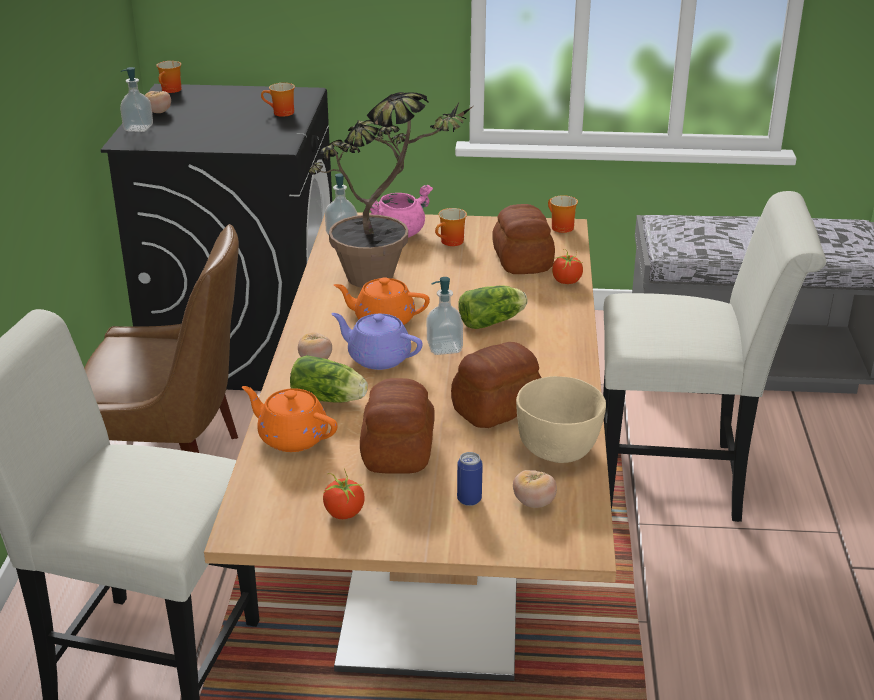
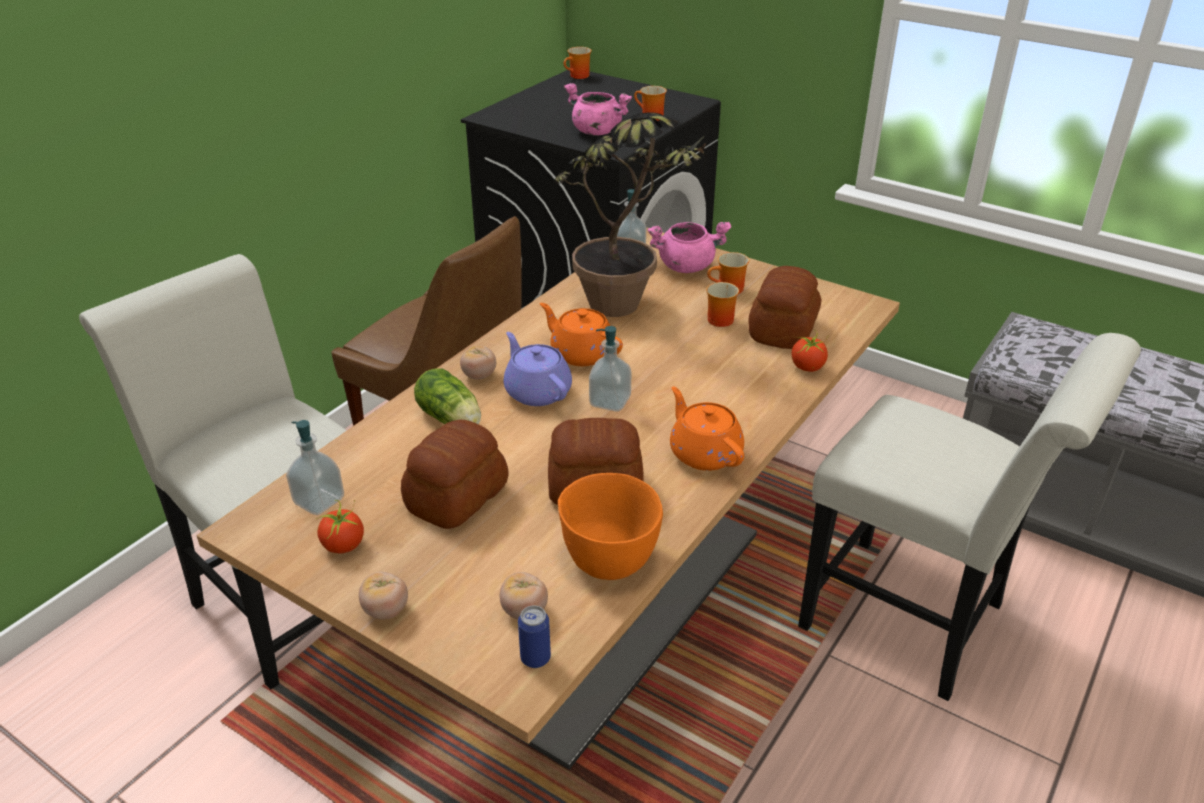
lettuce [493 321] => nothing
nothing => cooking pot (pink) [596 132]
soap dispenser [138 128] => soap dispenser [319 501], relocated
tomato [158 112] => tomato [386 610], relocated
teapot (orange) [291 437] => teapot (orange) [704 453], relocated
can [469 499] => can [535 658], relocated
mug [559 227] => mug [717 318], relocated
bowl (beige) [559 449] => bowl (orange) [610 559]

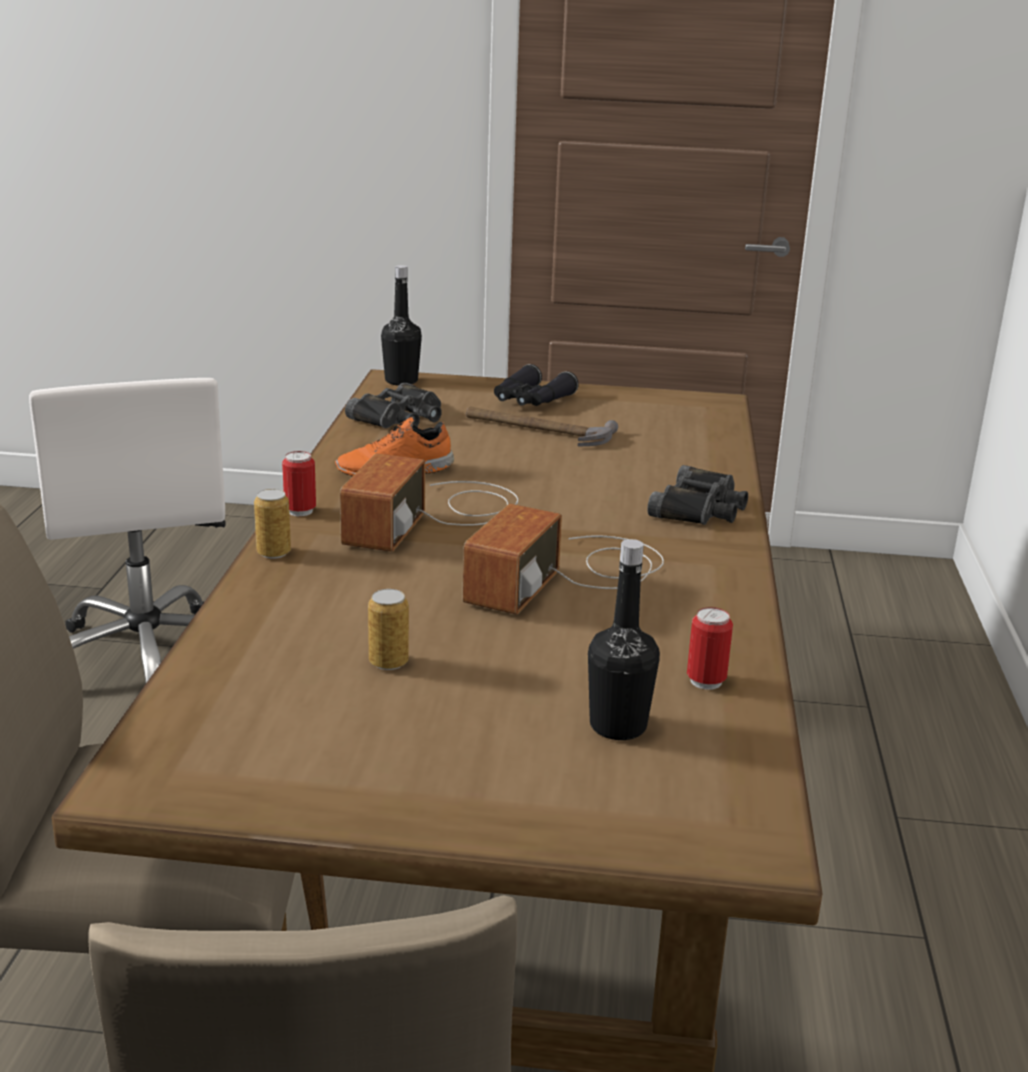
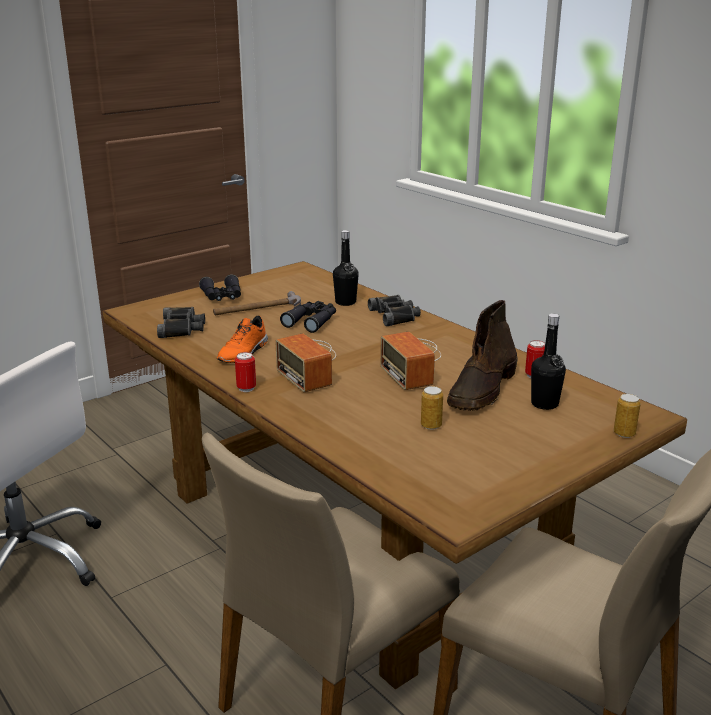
nothing => binoculars (black) [312 321]
nothing => boot (brown) [482 390]
can [273 553] => can [624 433], relocated
bottle (black) [401 381] => bottle (black) [345 302], relocated

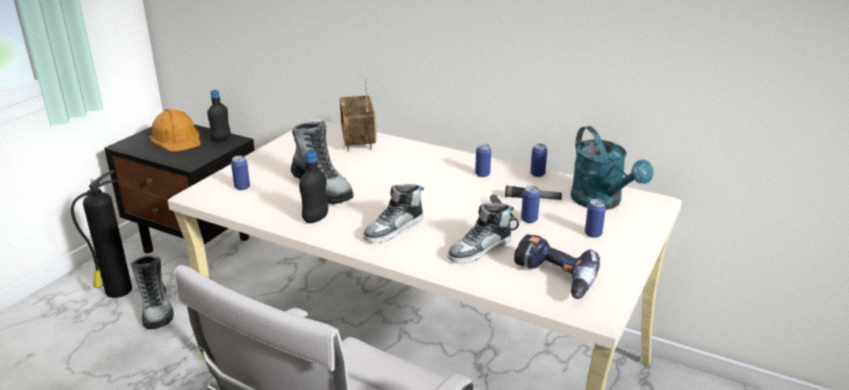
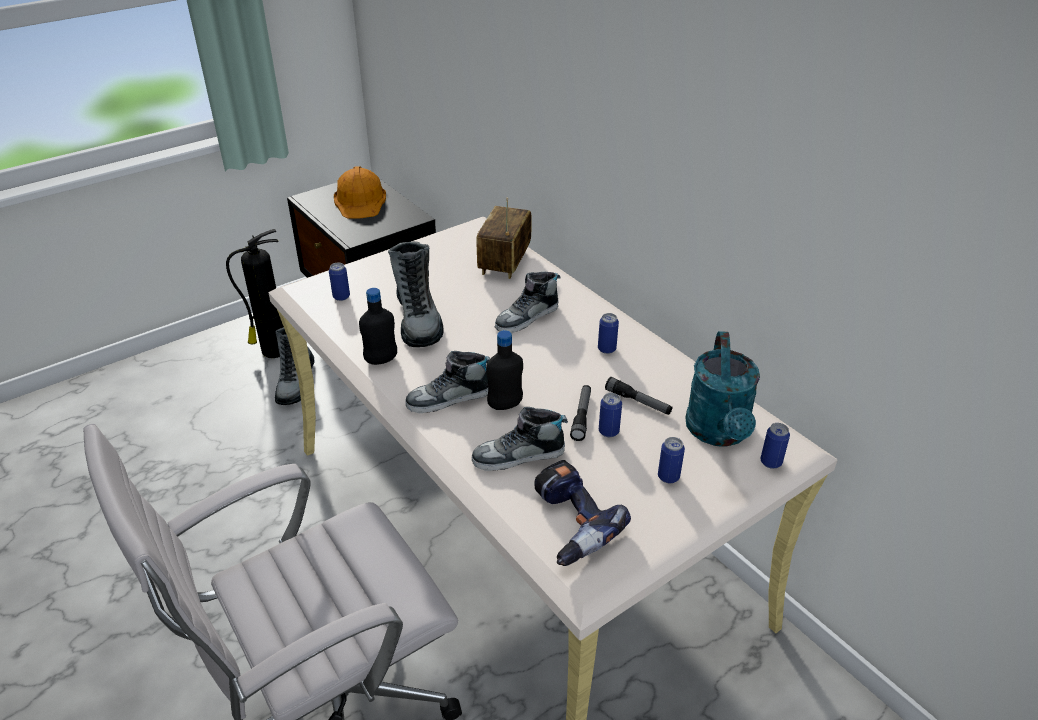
nothing => shoe [527 317]
bottle (black) [221 139] => bottle (black) [505 405], relocated
can [537 174] => can [771 462], relocated

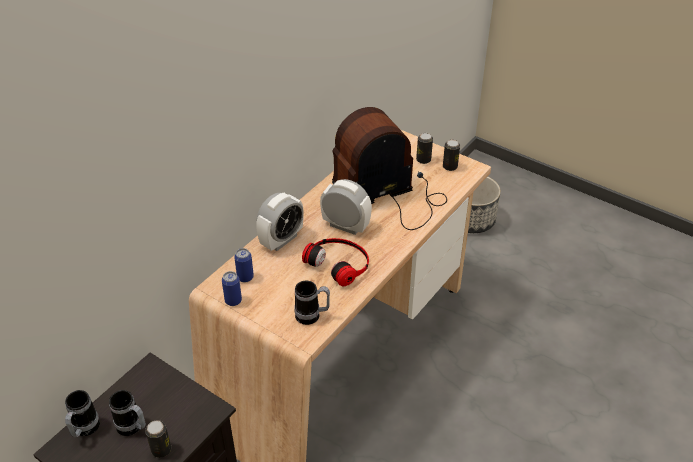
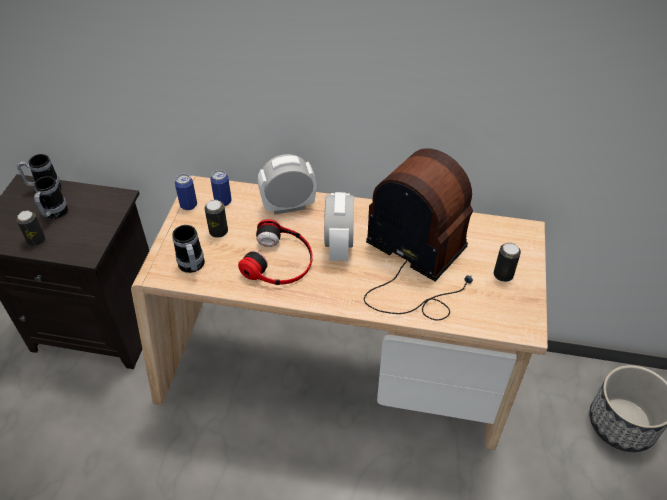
can [450 167] => can [218 231], relocated
alarm clock [281 240] => alarm clock [288 206], 150 degrees clockwise

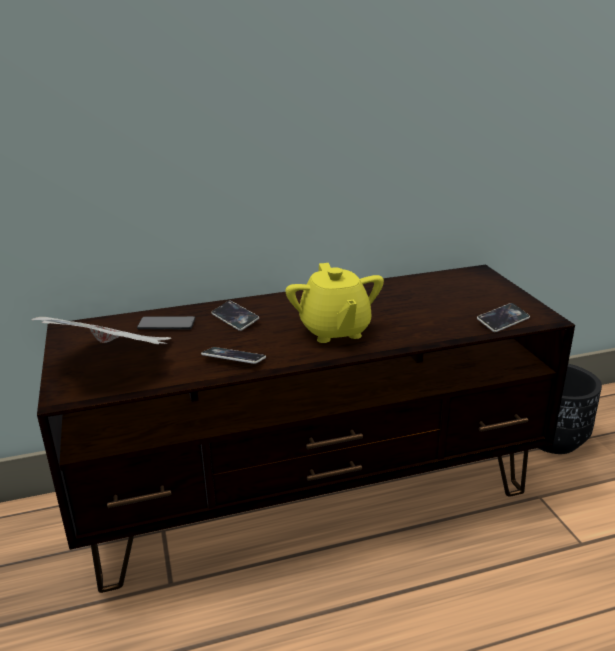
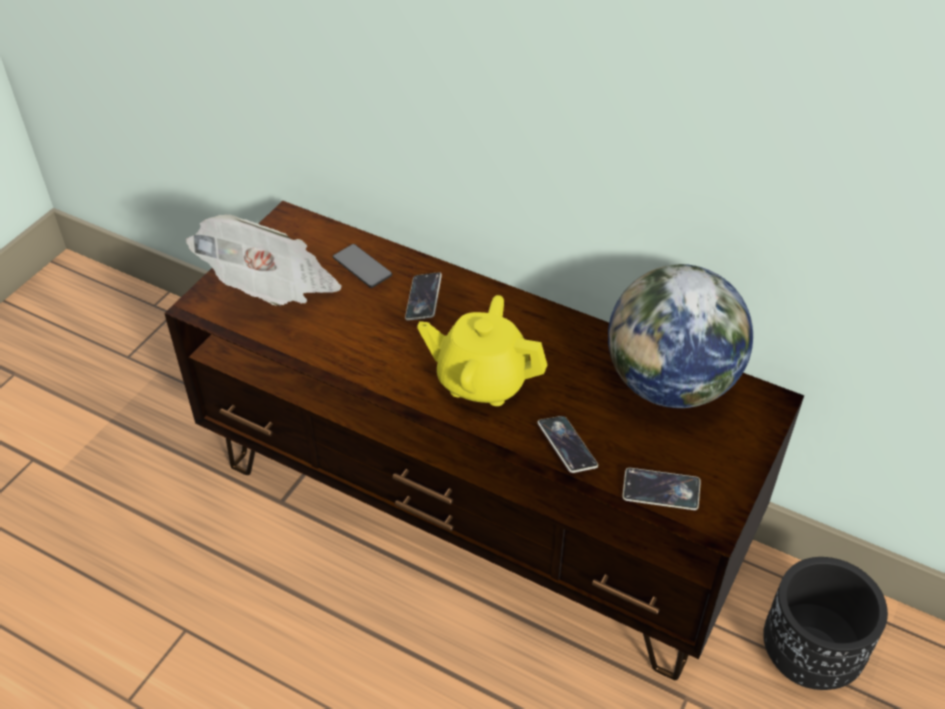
nothing => globe [670 385]
phone [234 359] => phone [567 447], relocated
teapot (yellow) [334 330] => teapot (yellow) [482 380], 75 degrees clockwise

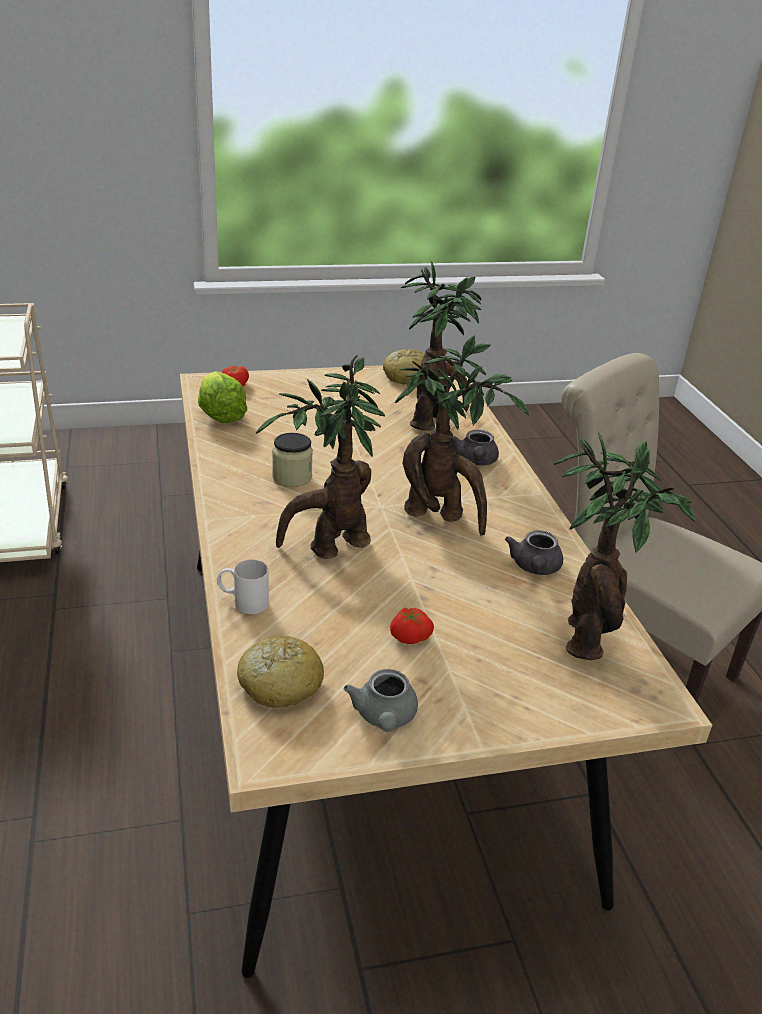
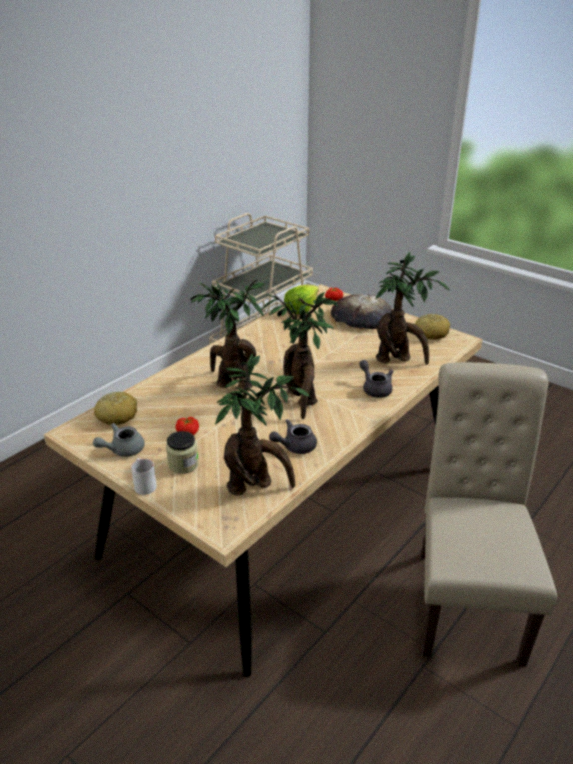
nothing => bread [361 317]
mug (white) [243 602] => mug (white) [144 483], relocated
jar [292 477] => jar [183 464], relocated
teapot (grey) [475 461] => teapot (grey) [375 389], 90 degrees clockwise

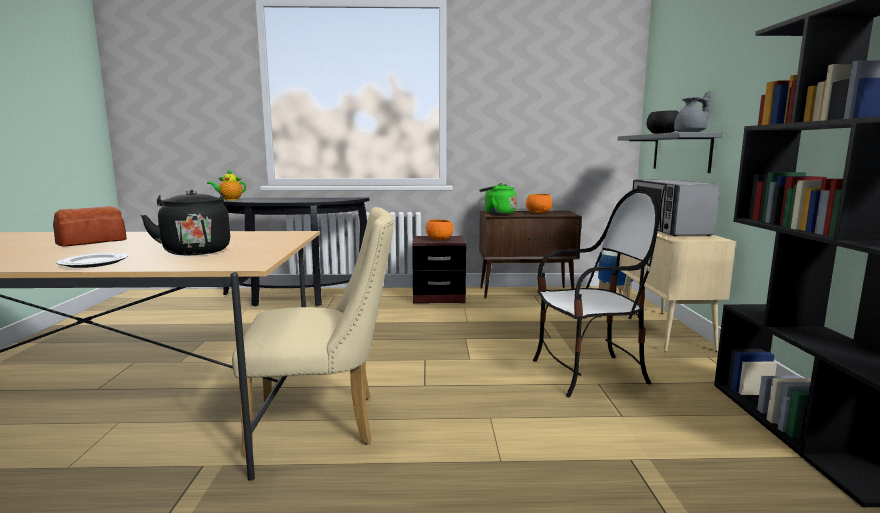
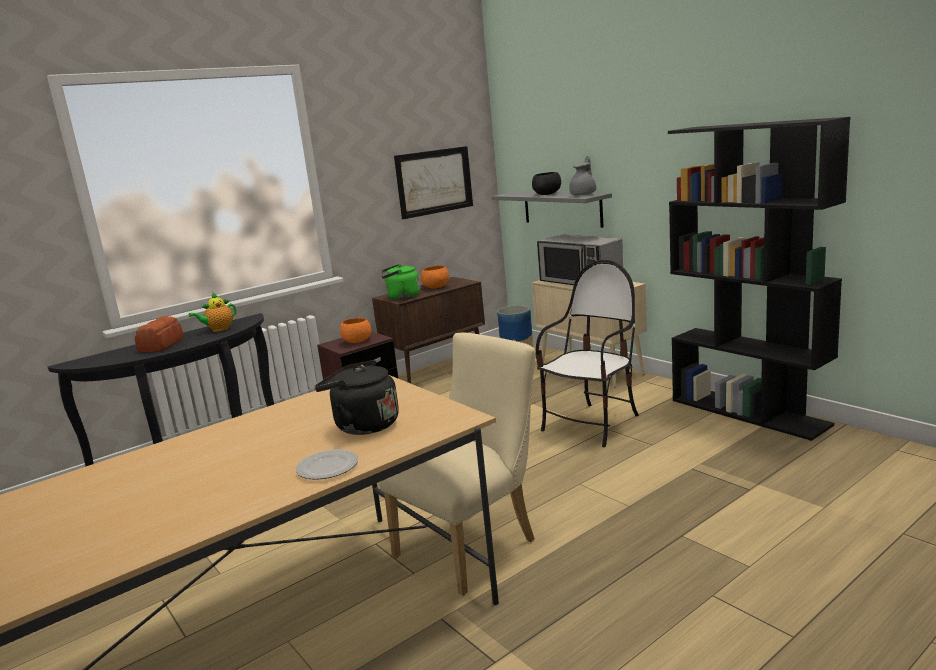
nothing => picture [434 181]
bread [93 241] => bread [162 345], relocated
teapot [229 199] => teapot [218 329], relocated

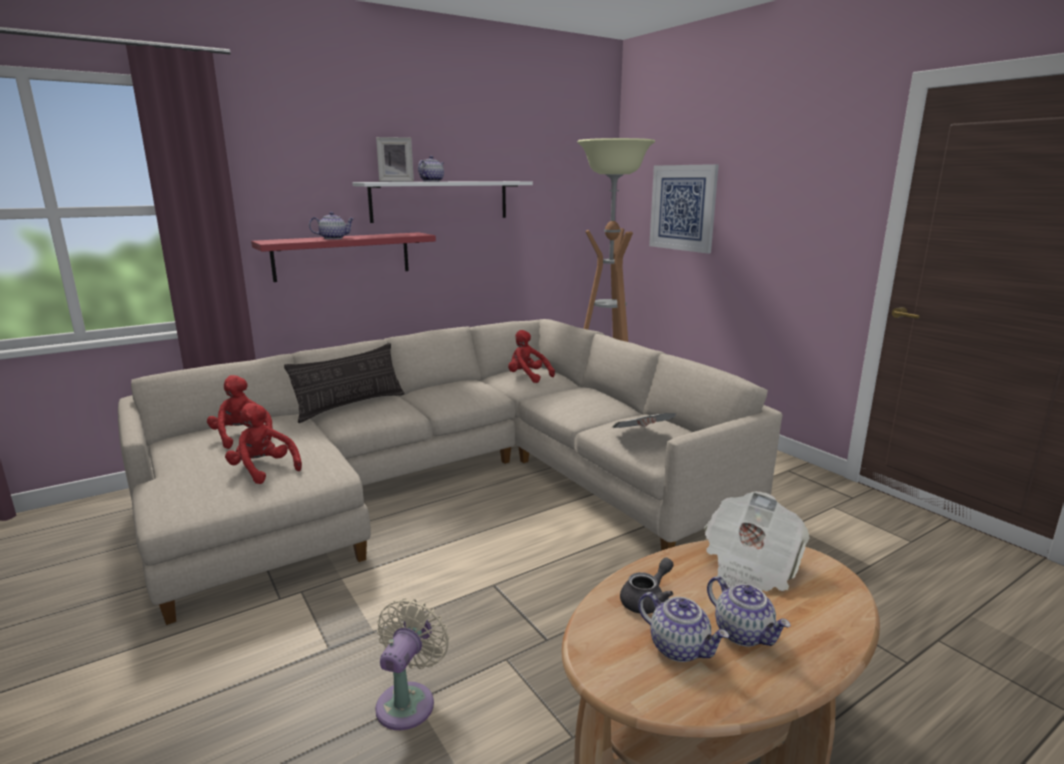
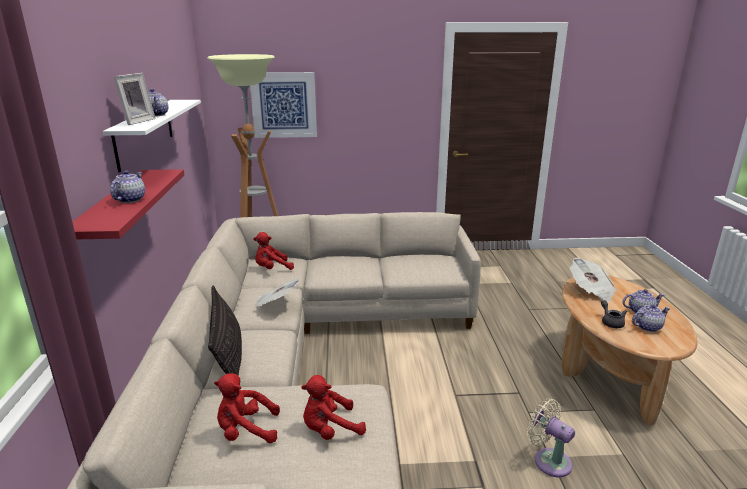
newspaper [642 437] => newspaper [276 304], relocated

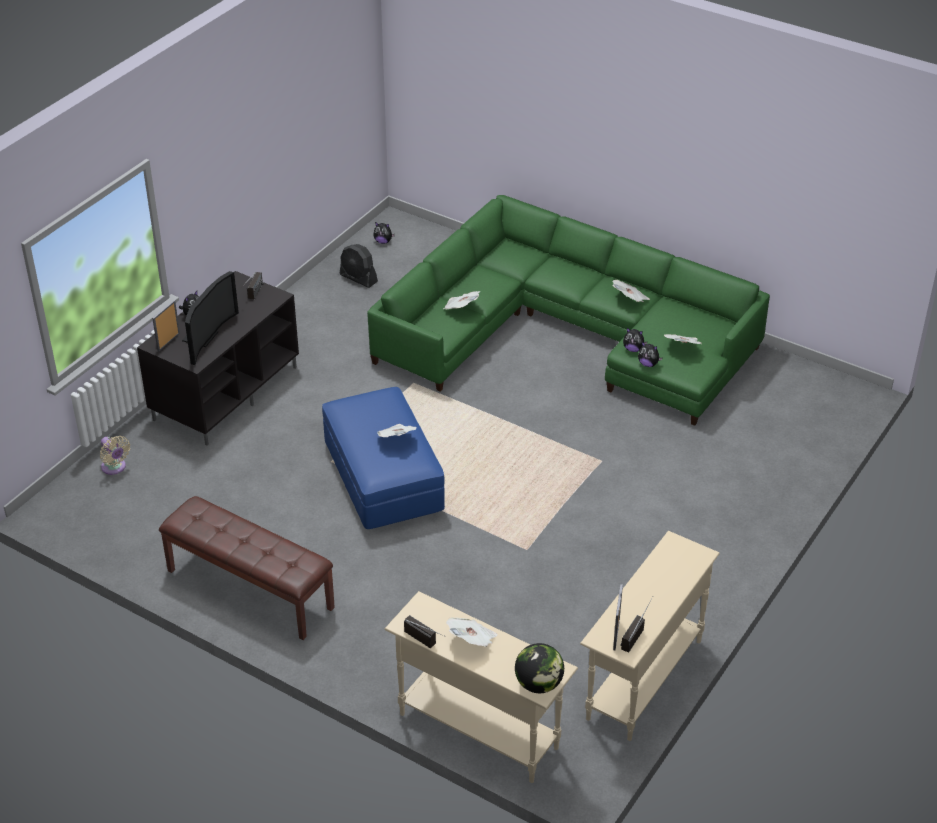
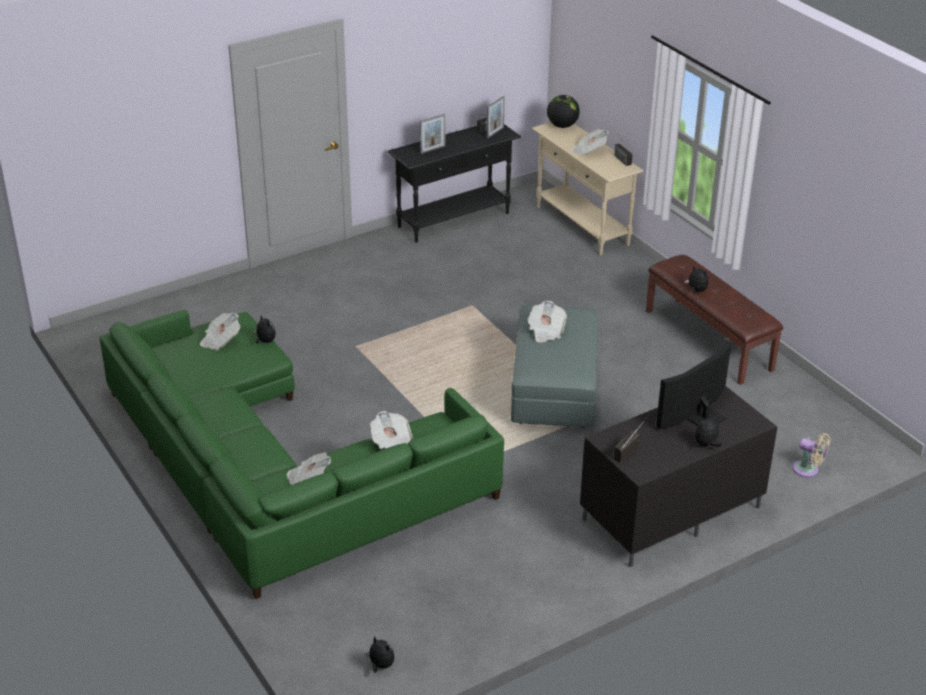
fan (black) [358 278] => nothing
picture frame [168 342] => picture frame [432 149], relocated
newspaper [630 299] => newspaper [308 479], relocated
plush toy [633 349] => plush toy [696 291], relocated
ottoman (blue) [383 478] => ottoman (grey) [554 387]
console table (beige) [643 679] => console table (black) [454 220]
fan (beige) [115 468] => fan (beige) [808 470], 135 degrees clockwise

